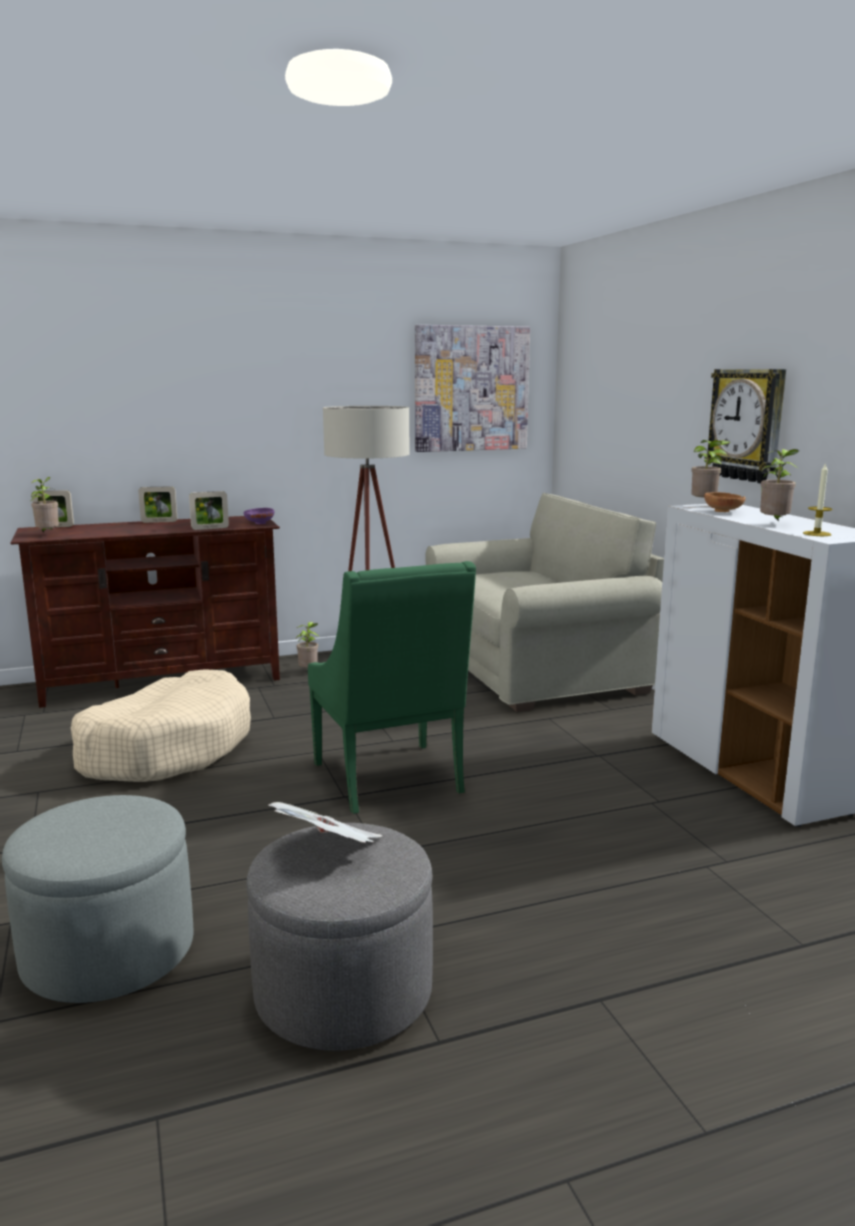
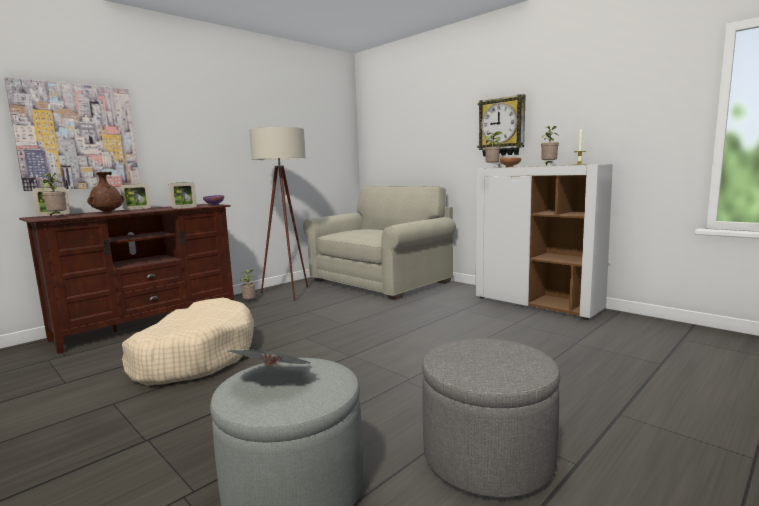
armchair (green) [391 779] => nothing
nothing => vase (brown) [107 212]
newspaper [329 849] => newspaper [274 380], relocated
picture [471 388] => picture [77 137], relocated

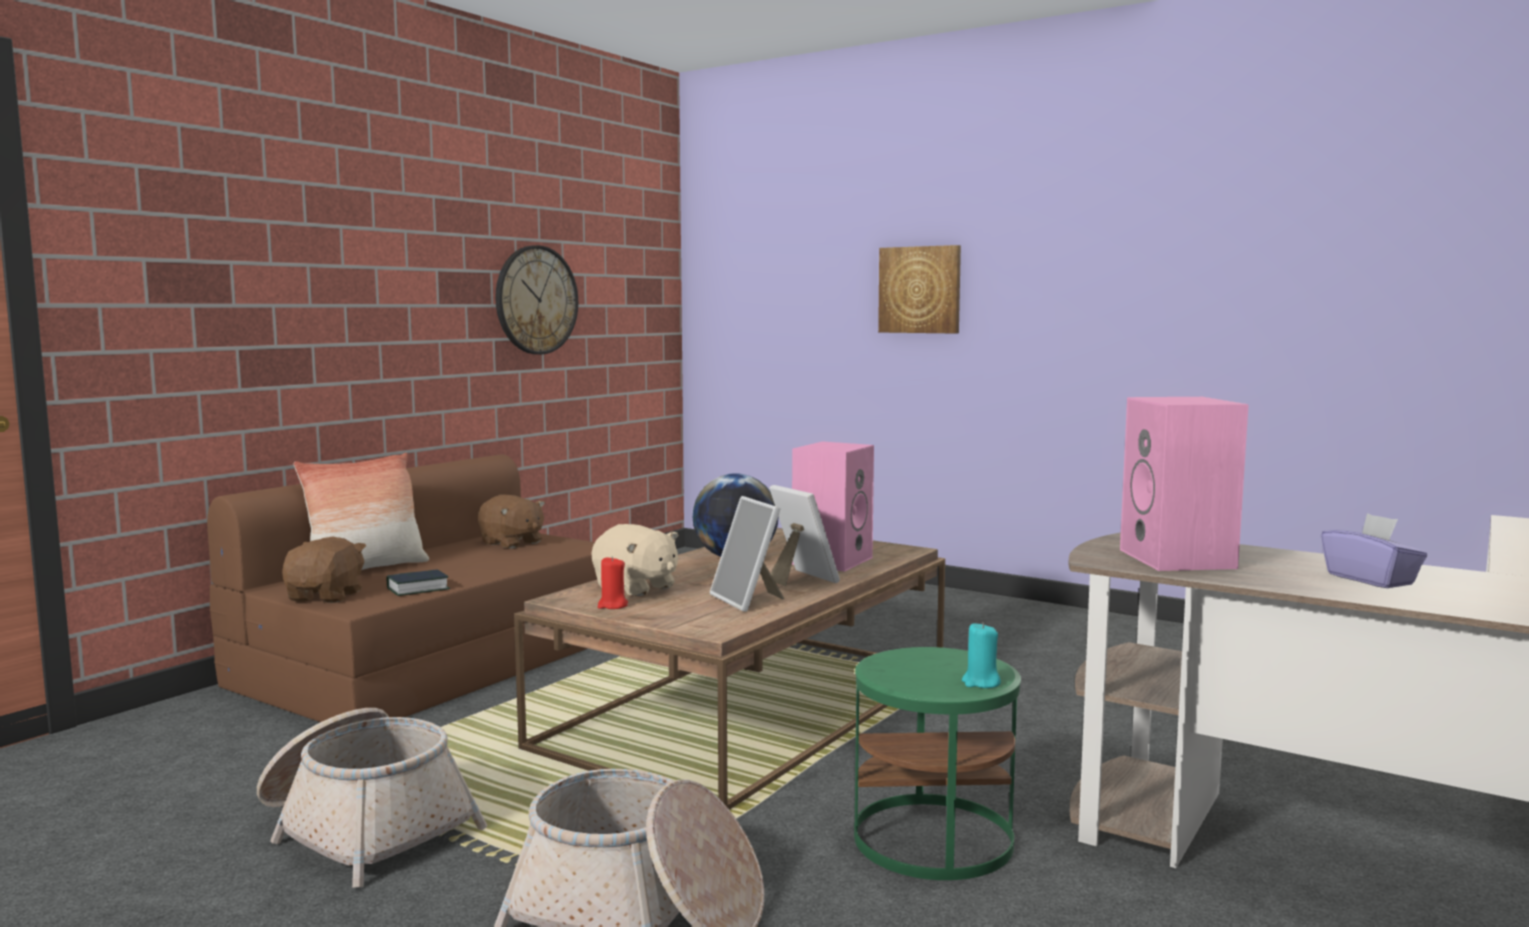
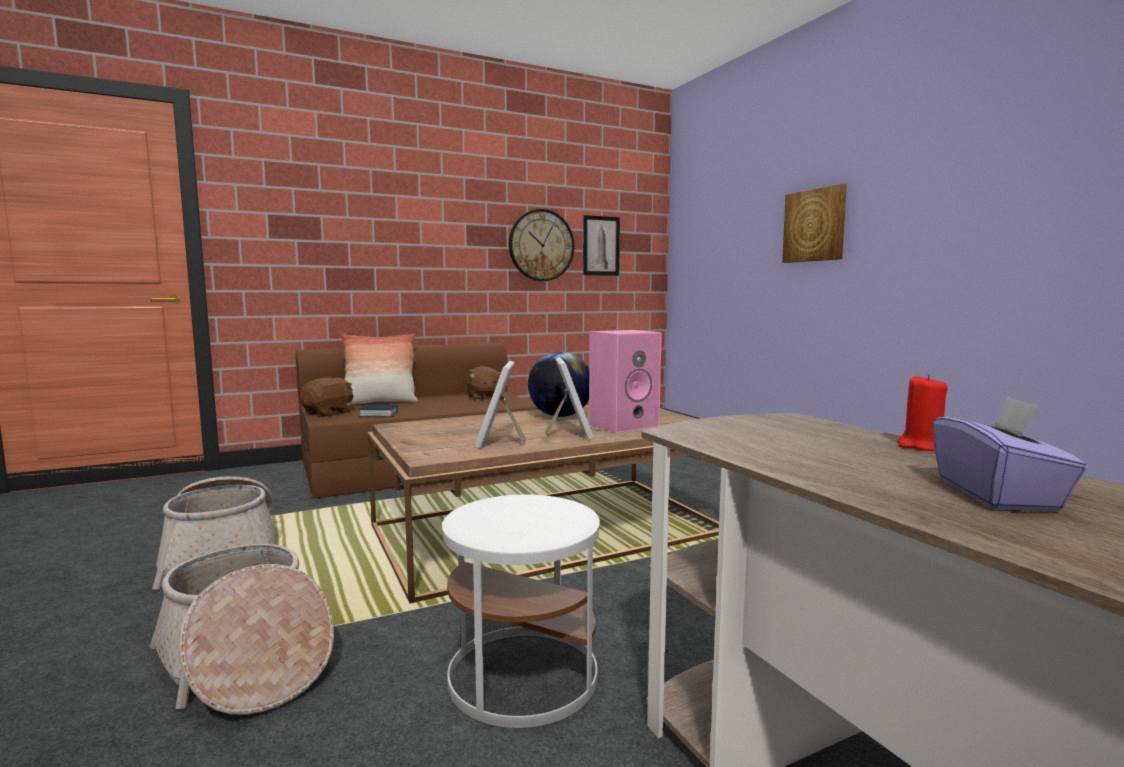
plush toy (beige) [636 588] => nothing
candle (turquoise) [980 683] => nothing
speaker (pink) [1180 559] => nothing
nothing => picture [601 246]
candle (red) [612 605] => candle (red) [921 446], relocated
side table (green) [934 839] => side table (white) [523 676]

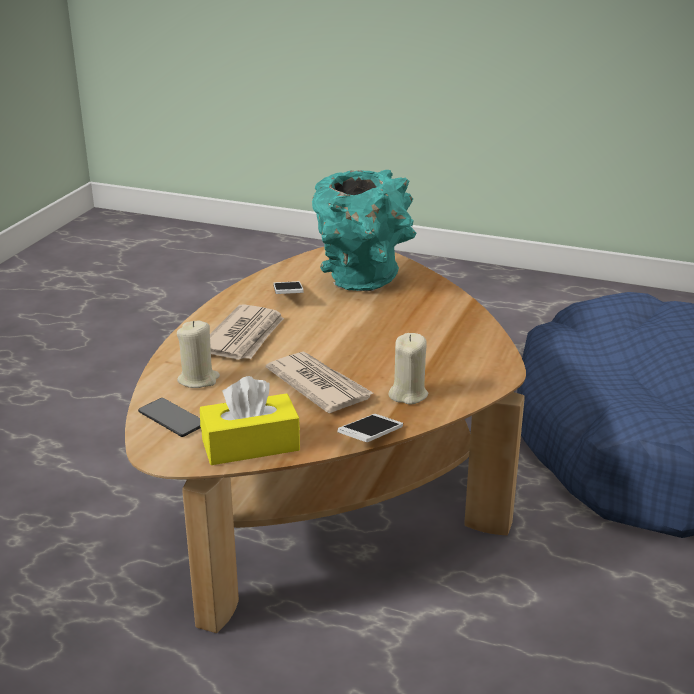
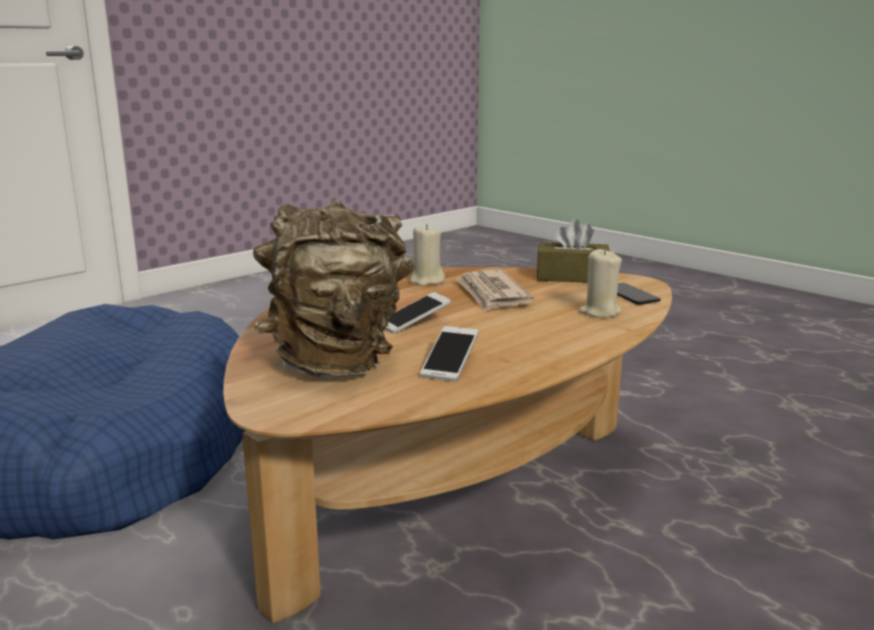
newspaper [244 337] => nothing
phone [370 437] => phone [414 323], relocated
tissue box (yellow) [250 445] => tissue box (brown) [572 277]
vase (turquoise) [362 283] => vase (brown) [339 363]

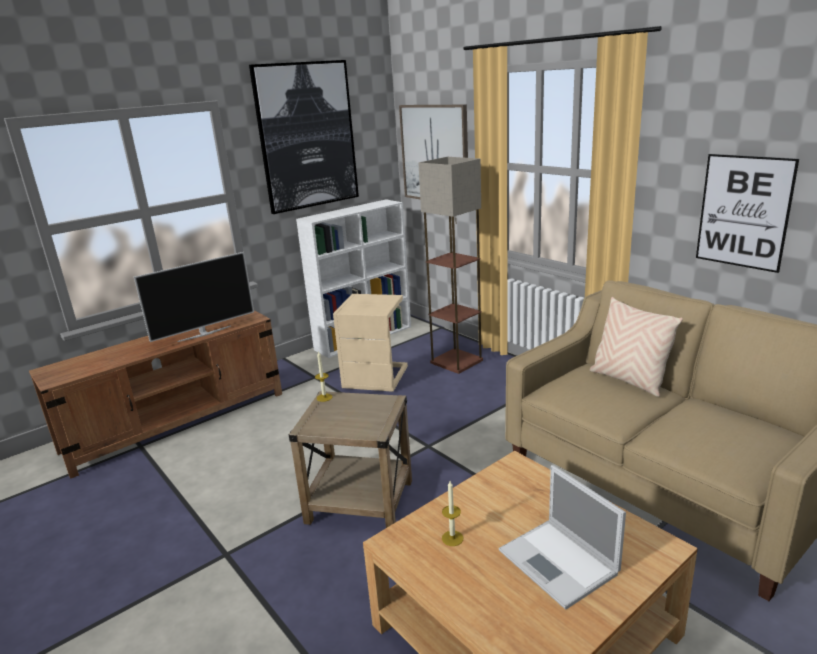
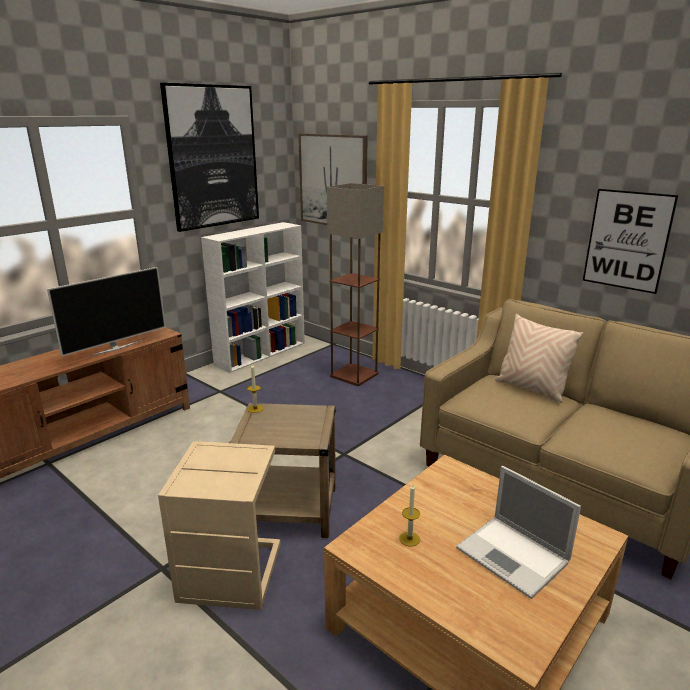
side table (beige) [377 377] => side table (beige) [233 571], relocated

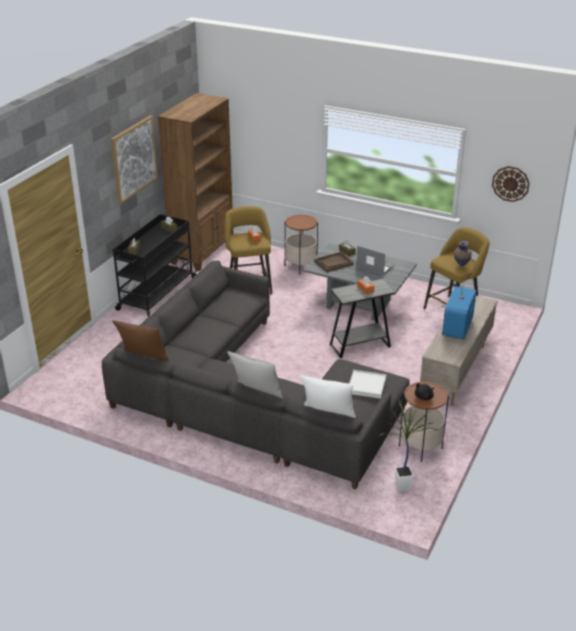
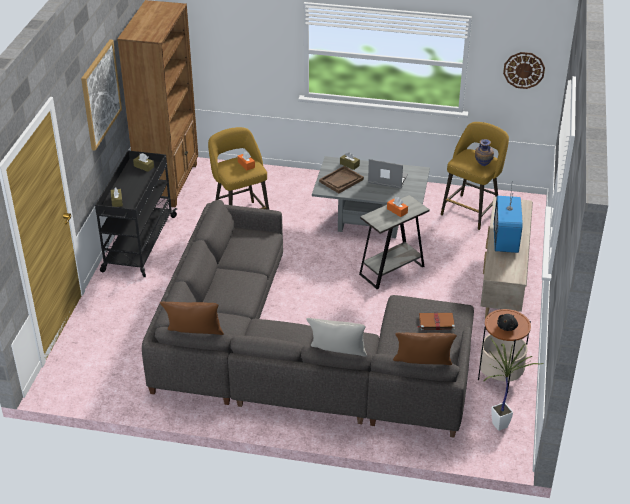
side table [300 266] => nothing
tray (white) [366 386] => book (brown) [435 322]
pillow (white) [327 416] => pillow (brown) [422 368]

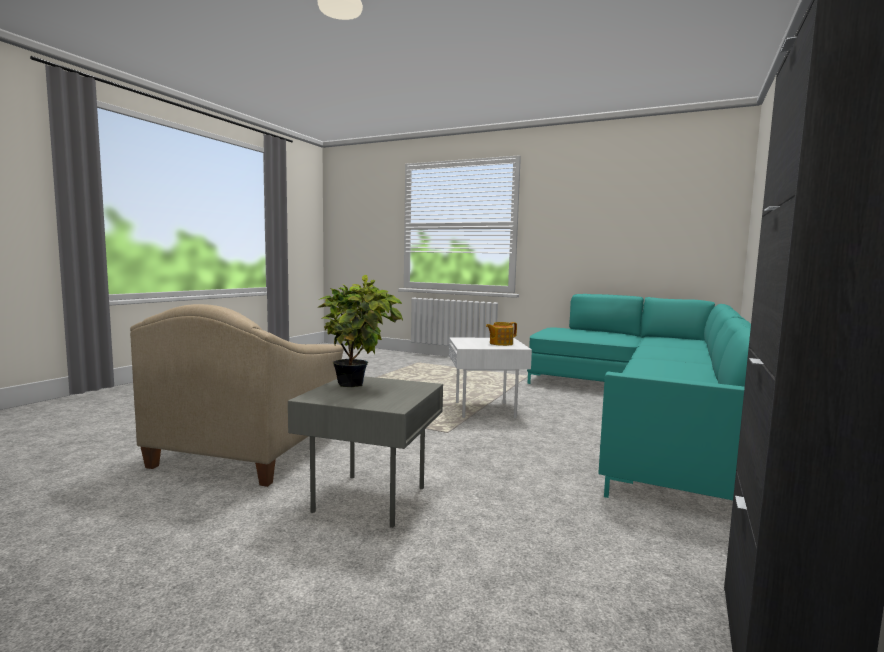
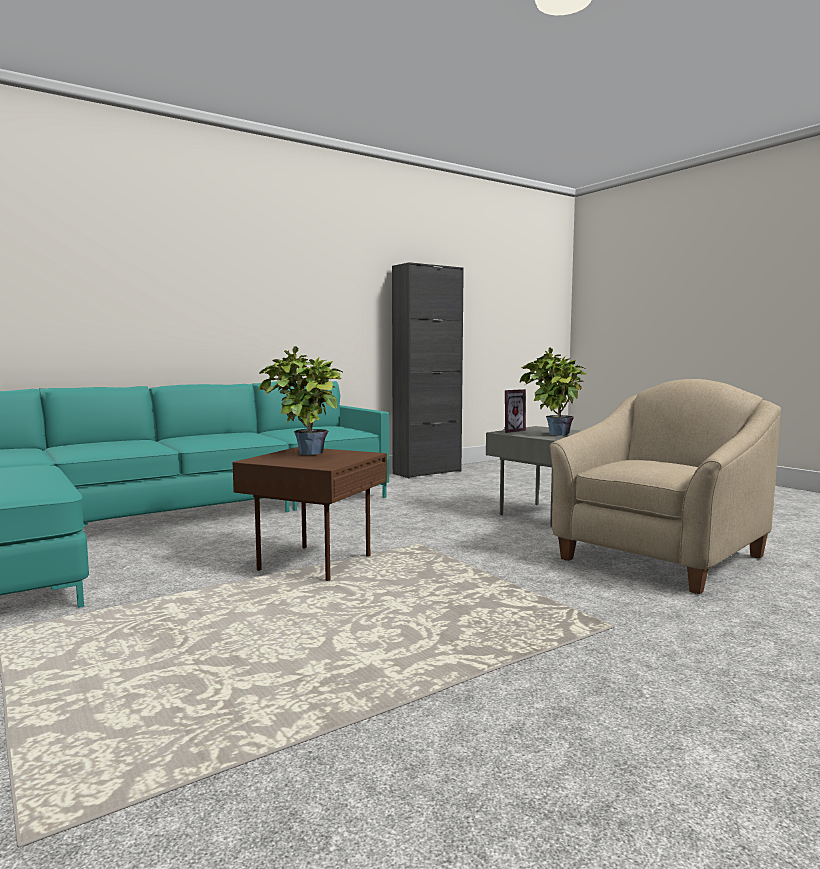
nothing => picture frame [510 431]
teapot [500 343] => potted plant [303 454]
side table (white) [486 411] => side table (brown) [314 562]

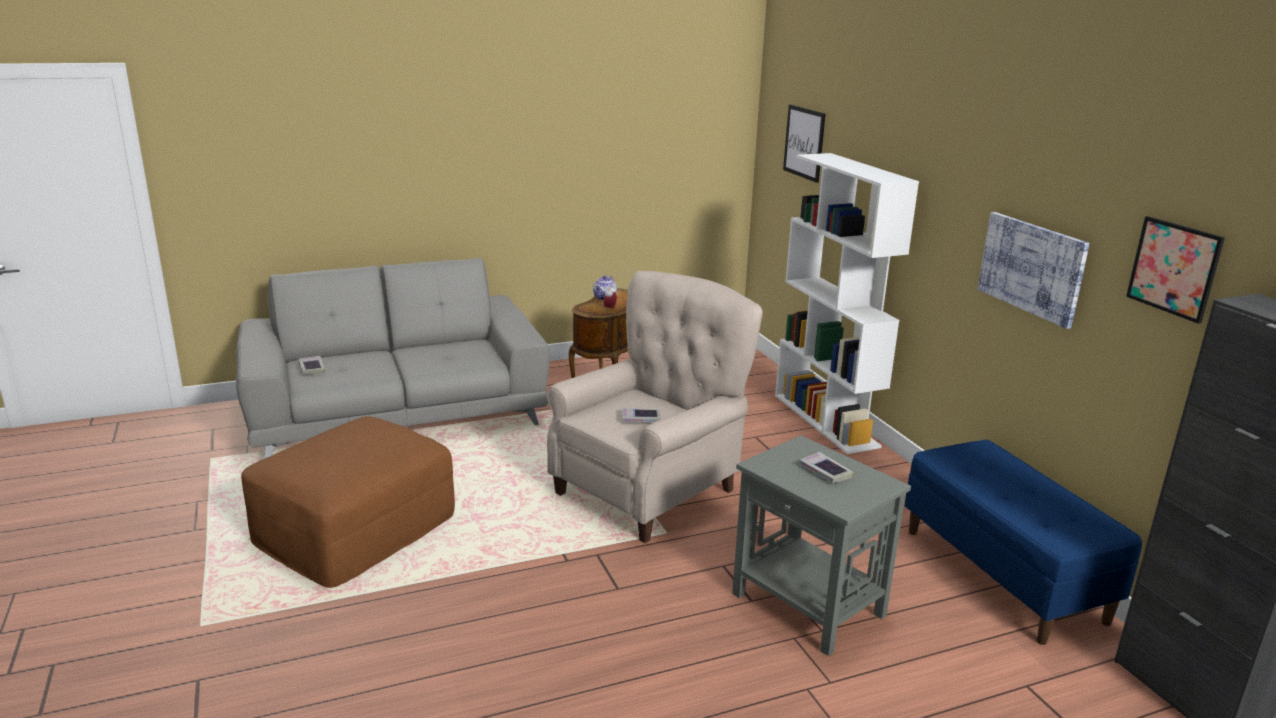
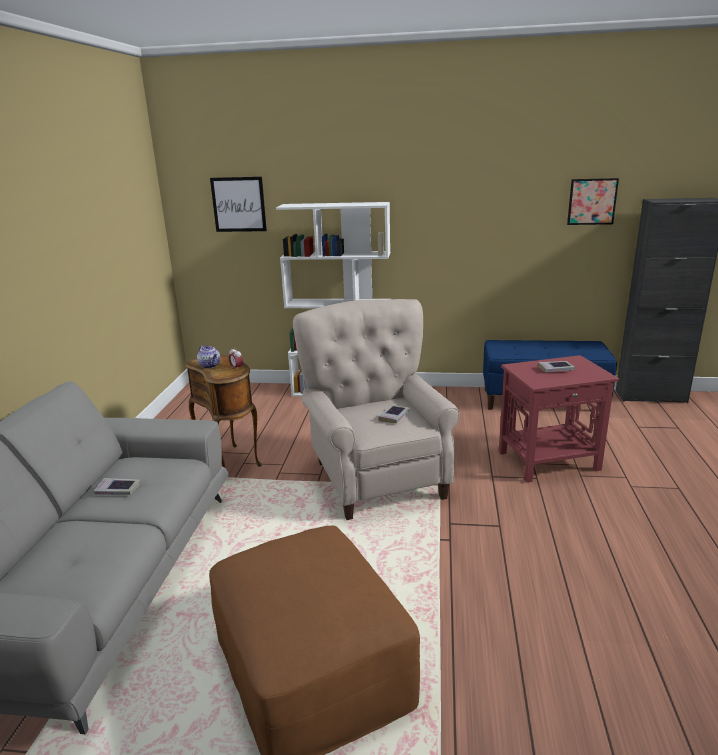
picture [1032 267] => nothing
book [311 368] => book [117 490], relocated
side table (grey) [807 605] => side table (red) [548 461]

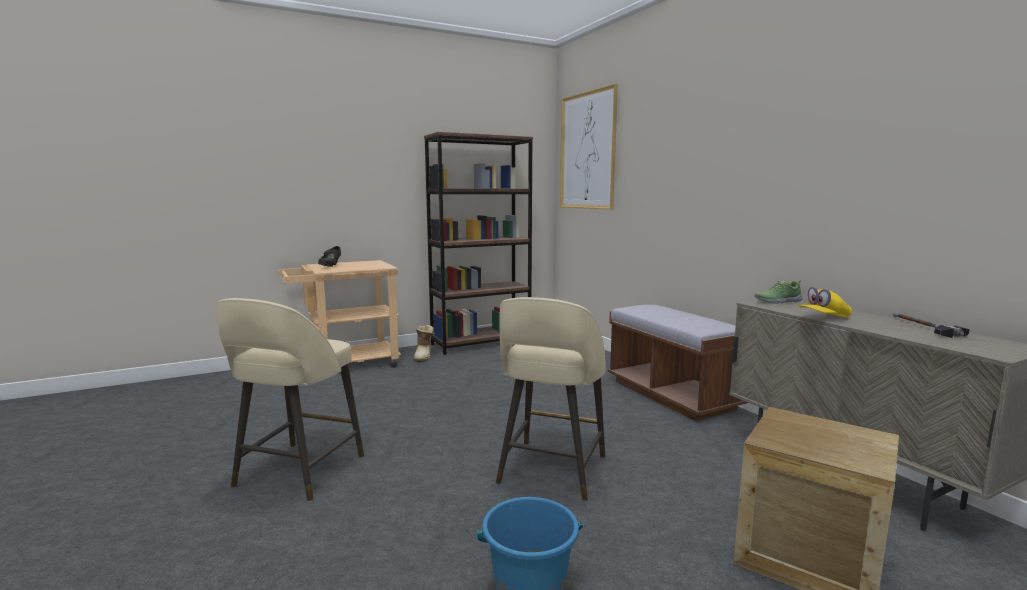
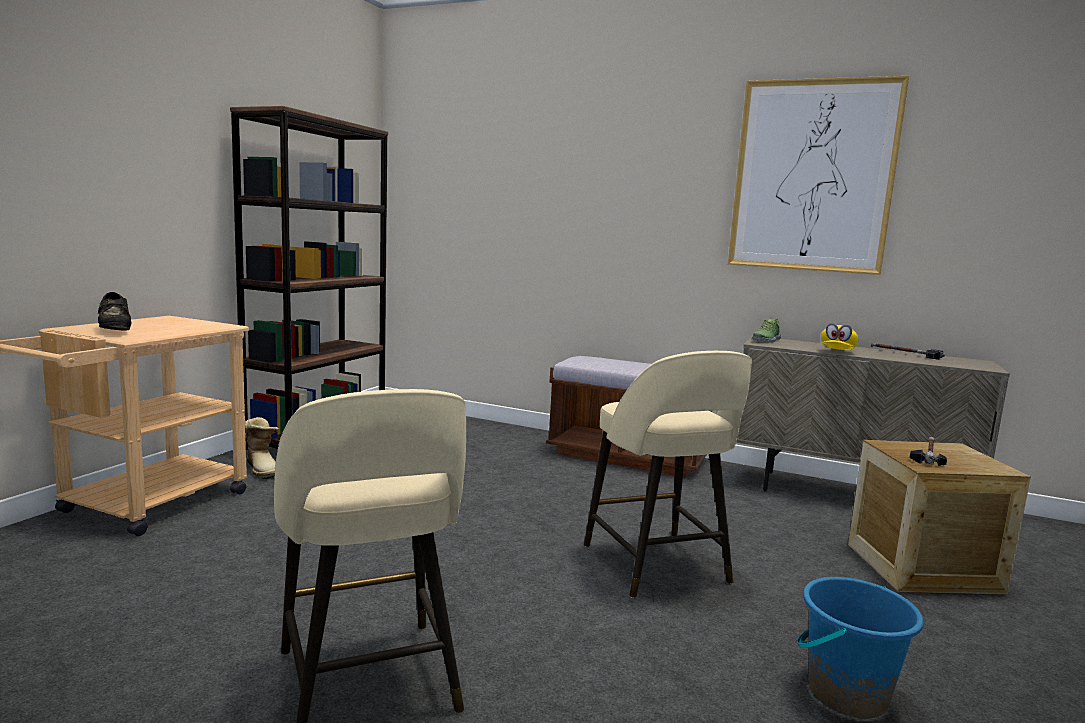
nothing => hammer [928 454]
picture [587 151] => picture [812 176], relocated

